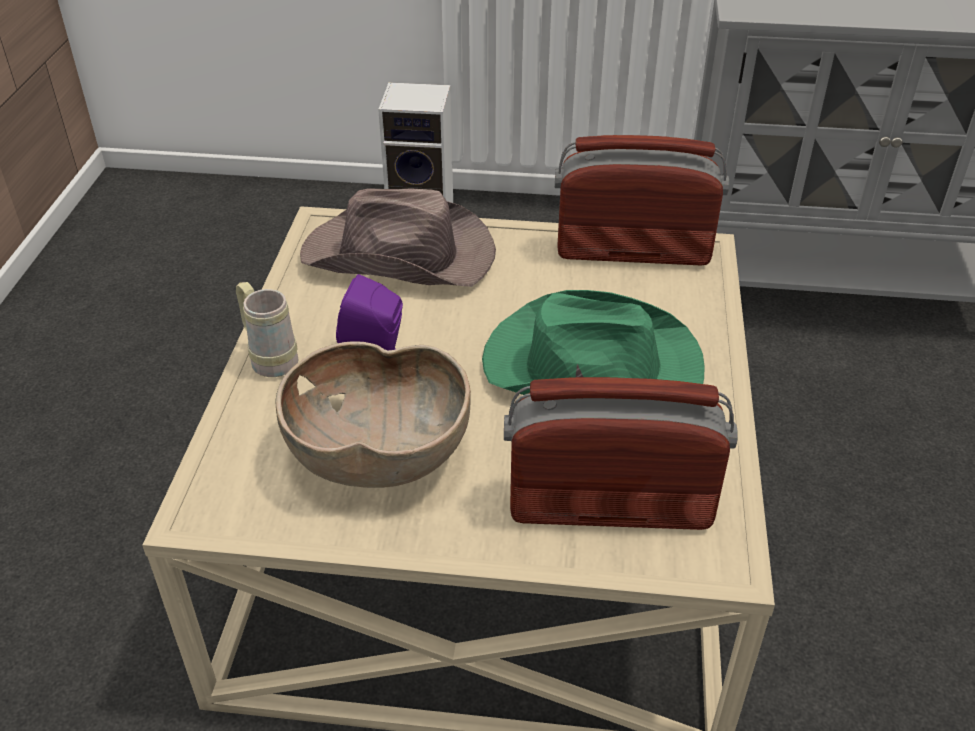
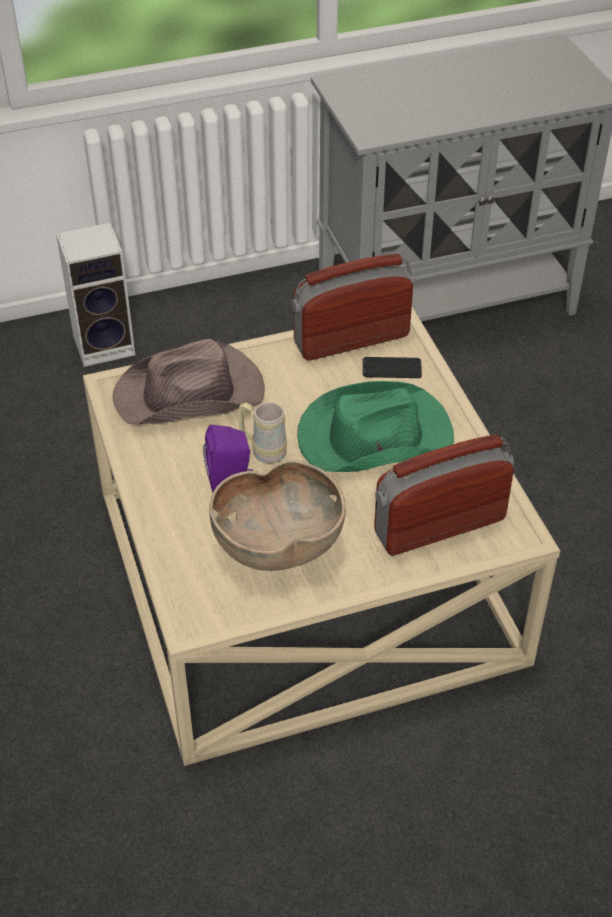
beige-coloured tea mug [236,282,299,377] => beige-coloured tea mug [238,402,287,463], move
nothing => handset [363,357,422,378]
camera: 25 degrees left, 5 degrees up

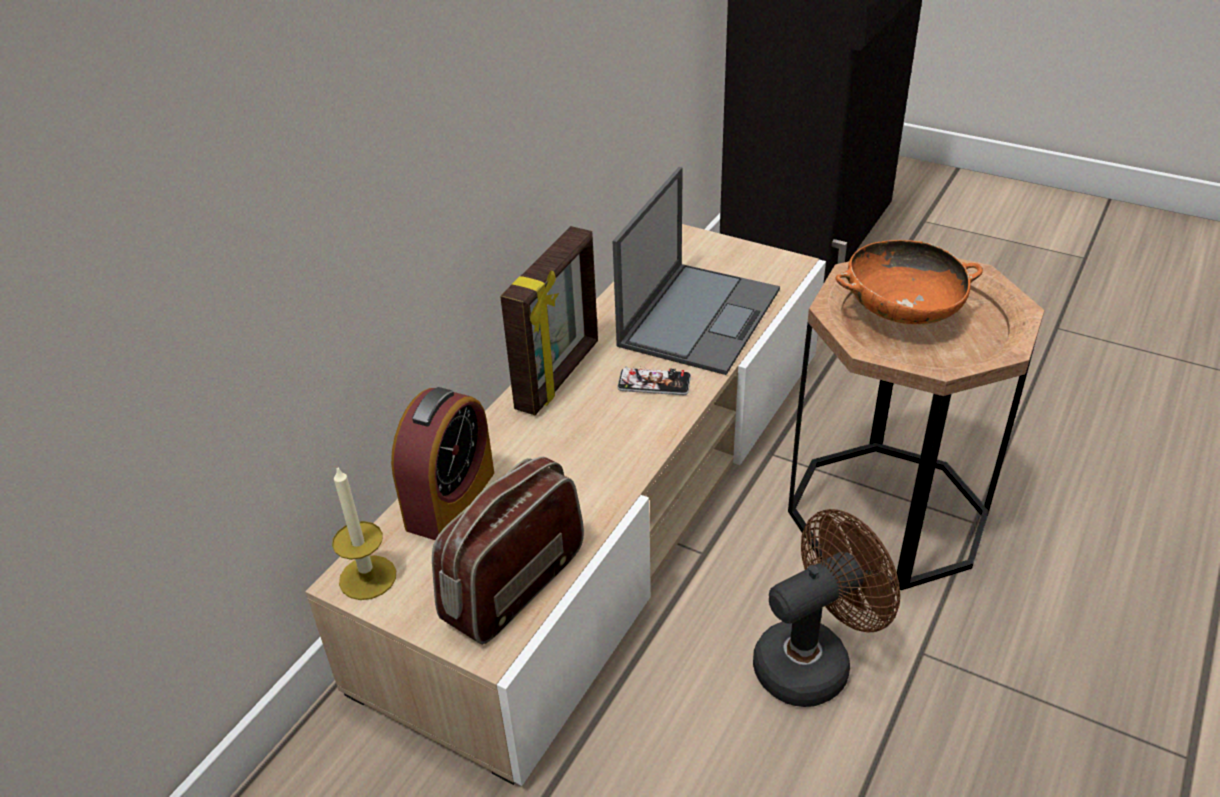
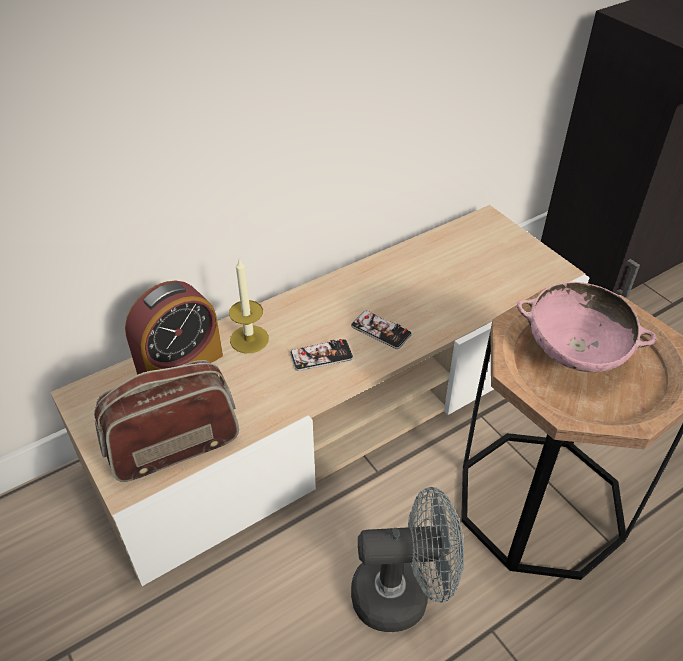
candle [332,466,396,600] => candle [229,258,269,353], move
nothing => handset [290,339,353,371]
brown-coloured electric fan [753,509,900,707] => grey electric fan [351,487,464,632]
orange serving bowl [836,240,983,324] => pinkish serving bowl [517,282,656,372]
picture frame [500,226,598,415] => nothing
portable computer [613,167,780,375] => nothing
camera: 25 degrees right, 5 degrees up

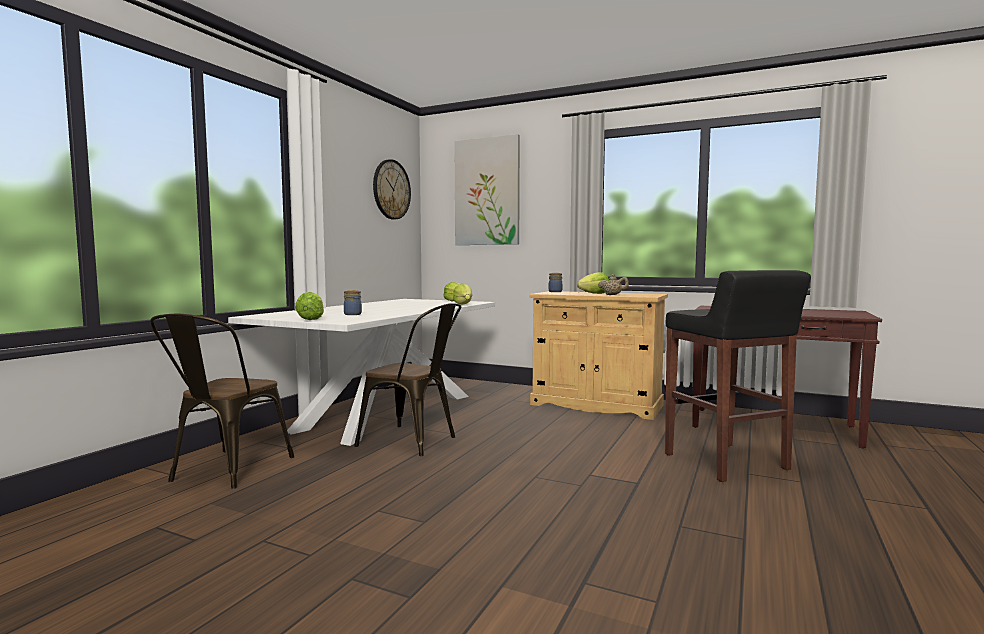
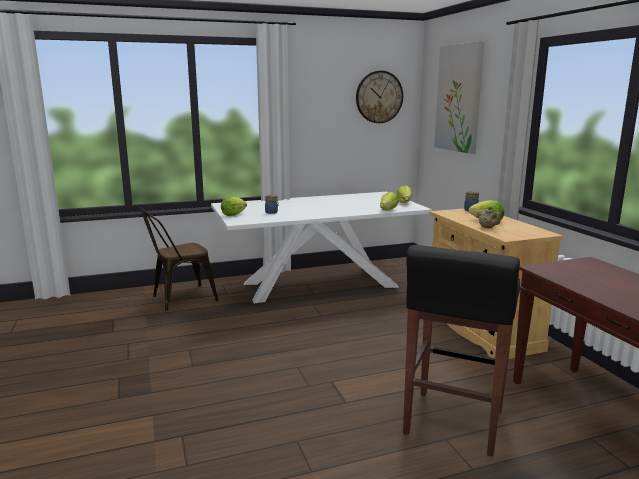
brown-coloured chair [354,303,461,456] => nothing
camera: 45 degrees right, 10 degrees up

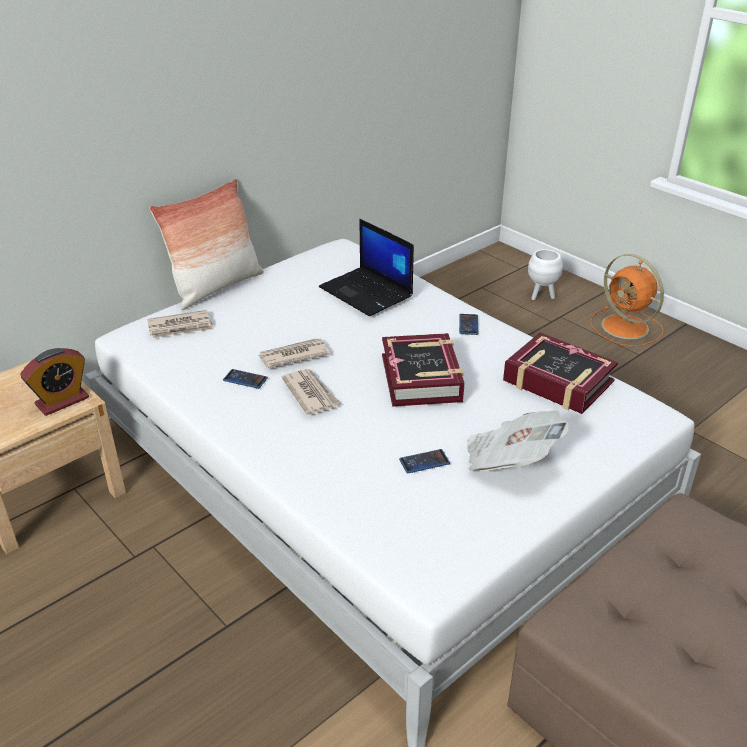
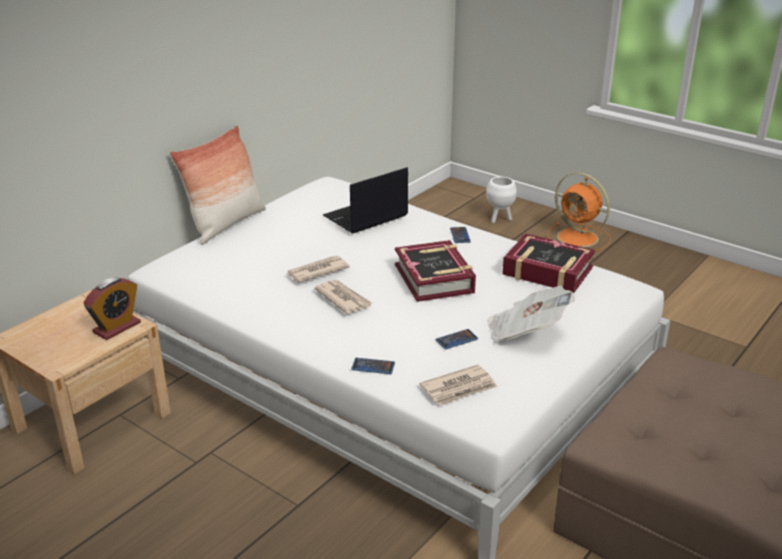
portable computer [319,219,414,316] => portable computer [323,167,408,234], 105 degrees clockwise
handset [223,369,268,389] => handset [351,358,395,374], move
printed paper [147,310,214,338] => printed paper [420,365,498,406], move
camera: 10 degrees left, 5 degrees down

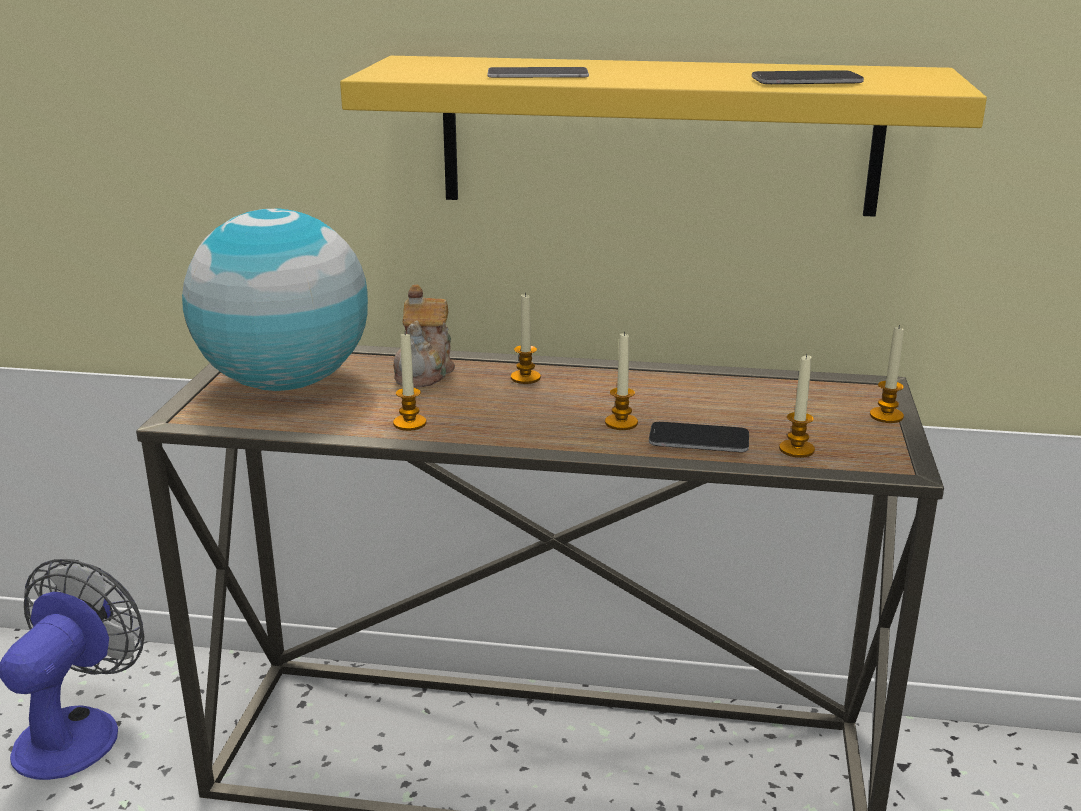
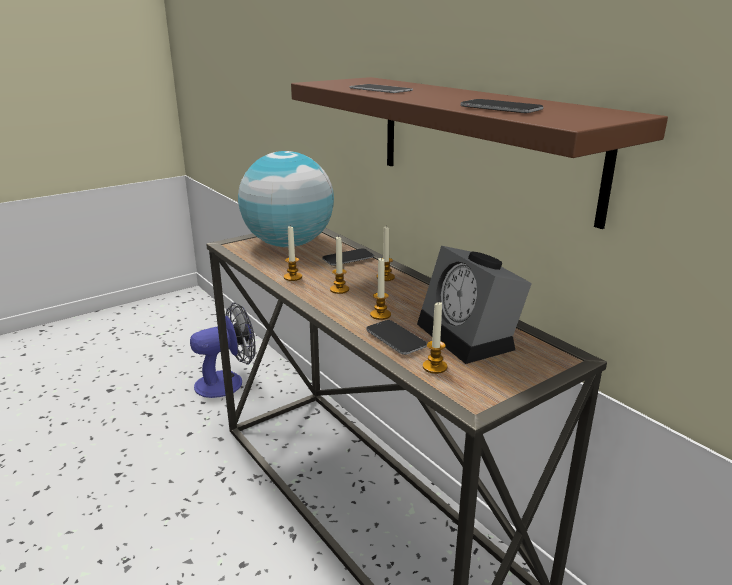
yellow-coloured bracket shelf [340,56,987,217] => brown-coloured bracket shelf [291,77,668,229]
pot for tea [393,285,455,387] => handset [322,248,374,266]
candle [870,325,904,423] => candle [330,237,349,294], move
nothing => alarm clock [417,246,532,364]
camera: 45 degrees right, 0 degrees up

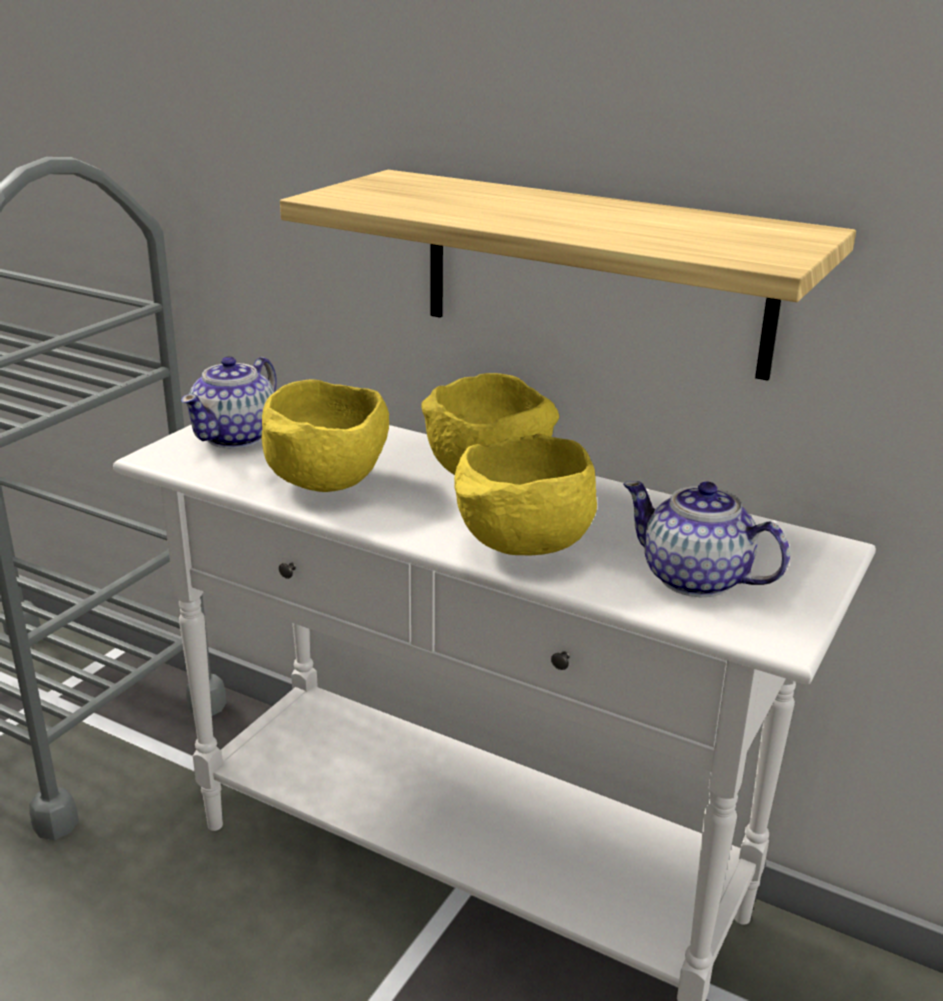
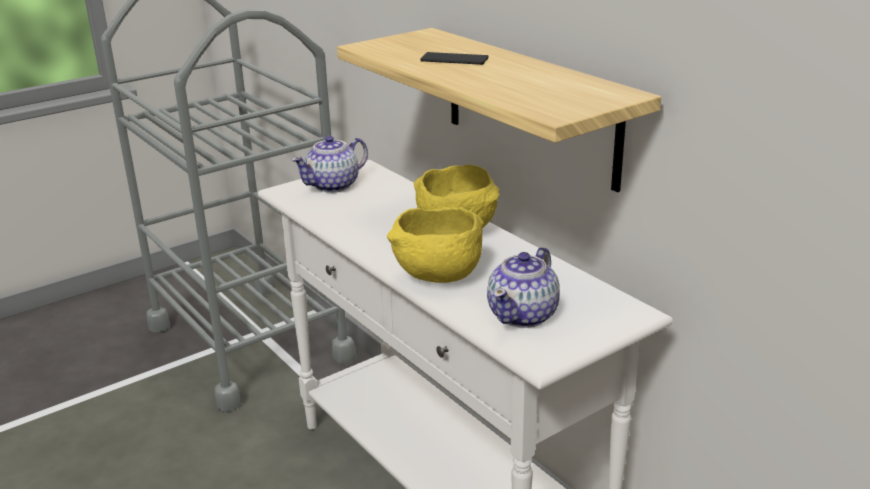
nothing => handset [421,52,488,65]
pot for tea [623,481,790,597] => pot for tea [487,247,560,328], 120 degrees counterclockwise
yellow-coloured serving bowl [262,379,389,492] => nothing
camera: 25 degrees right, 0 degrees up

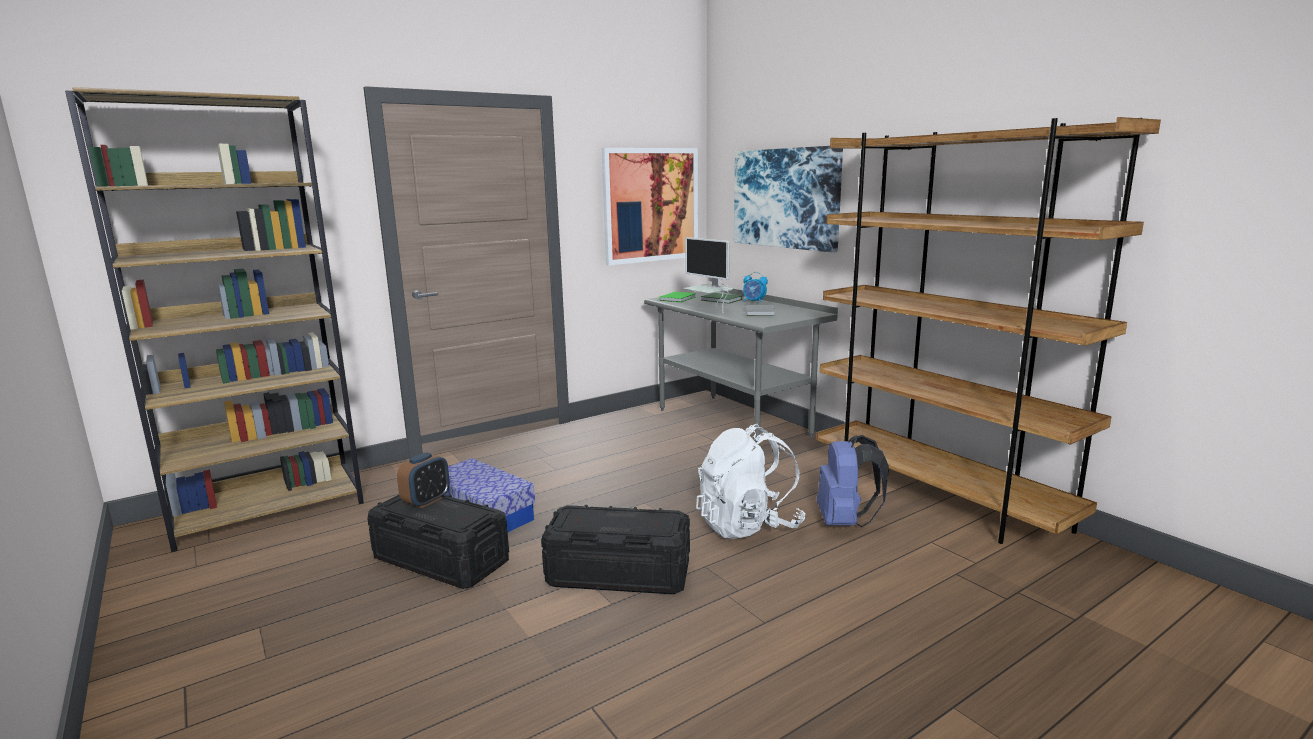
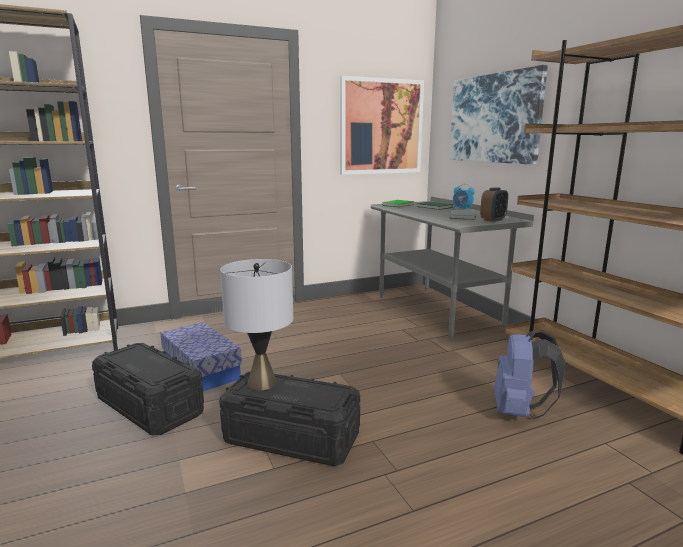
nothing => grey tabletop lamp [220,259,293,391]
alarm clock [397,452,450,508] => alarm clock [480,187,508,222], move
monitor [684,237,733,313] => nothing
white-coloured rucksack [696,424,805,539] => nothing
camera: 10 degrees right, 0 degrees up

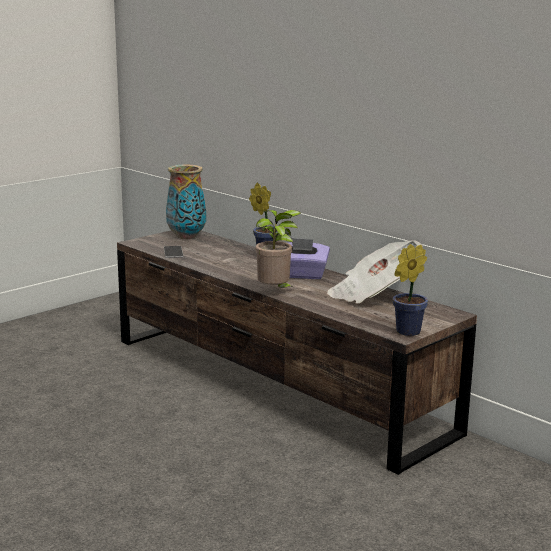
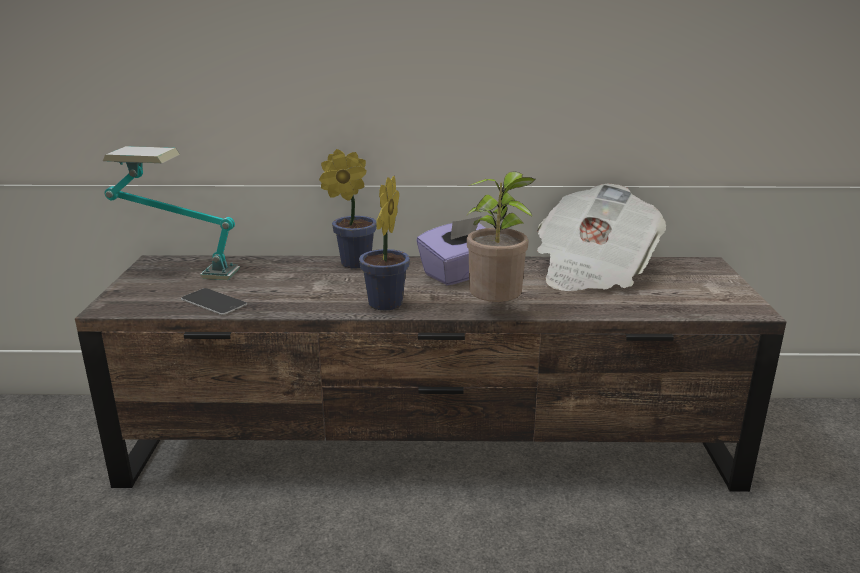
decorative vase [166,165,206,239] => tabletop lamp [103,146,240,280]
potted plant [392,244,428,336] => potted plant [359,176,410,310], move
camera: 45 degrees left, 5 degrees up

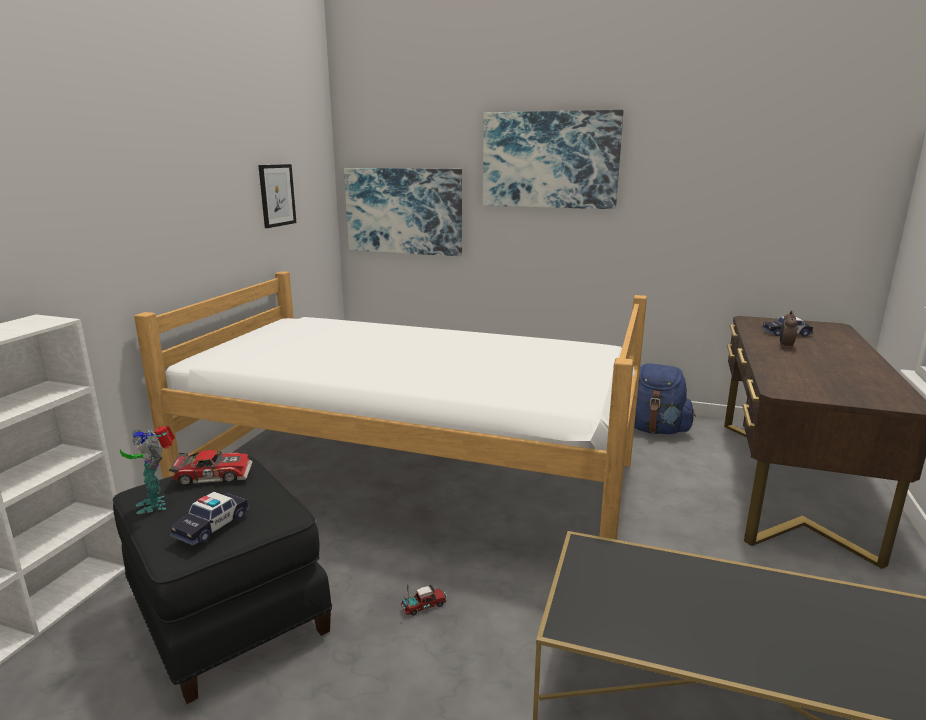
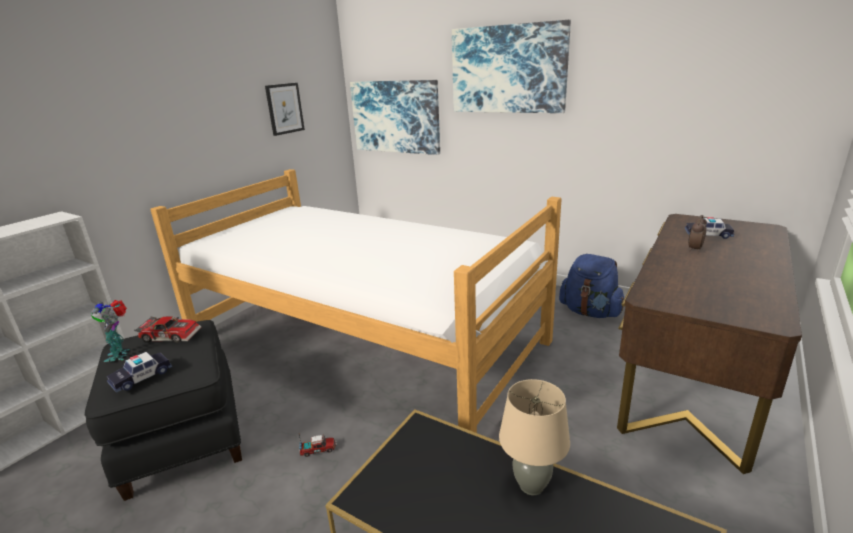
nothing => beige-coloured tabletop lamp [499,379,570,495]
camera: 15 degrees right, 5 degrees up

